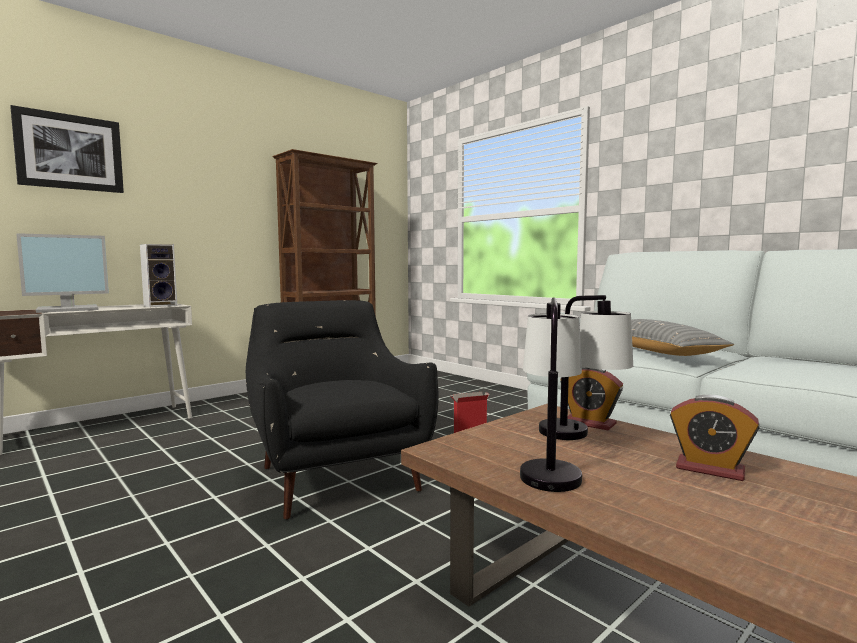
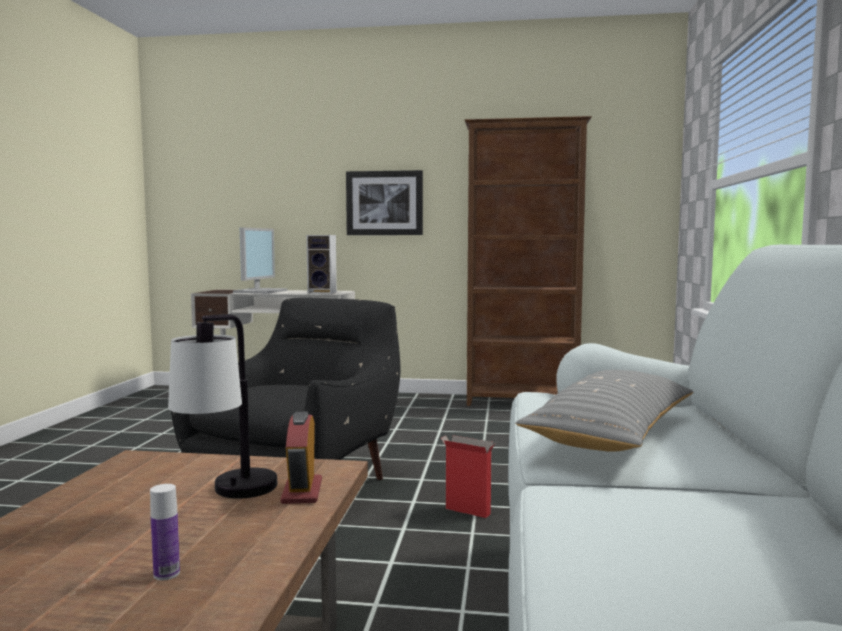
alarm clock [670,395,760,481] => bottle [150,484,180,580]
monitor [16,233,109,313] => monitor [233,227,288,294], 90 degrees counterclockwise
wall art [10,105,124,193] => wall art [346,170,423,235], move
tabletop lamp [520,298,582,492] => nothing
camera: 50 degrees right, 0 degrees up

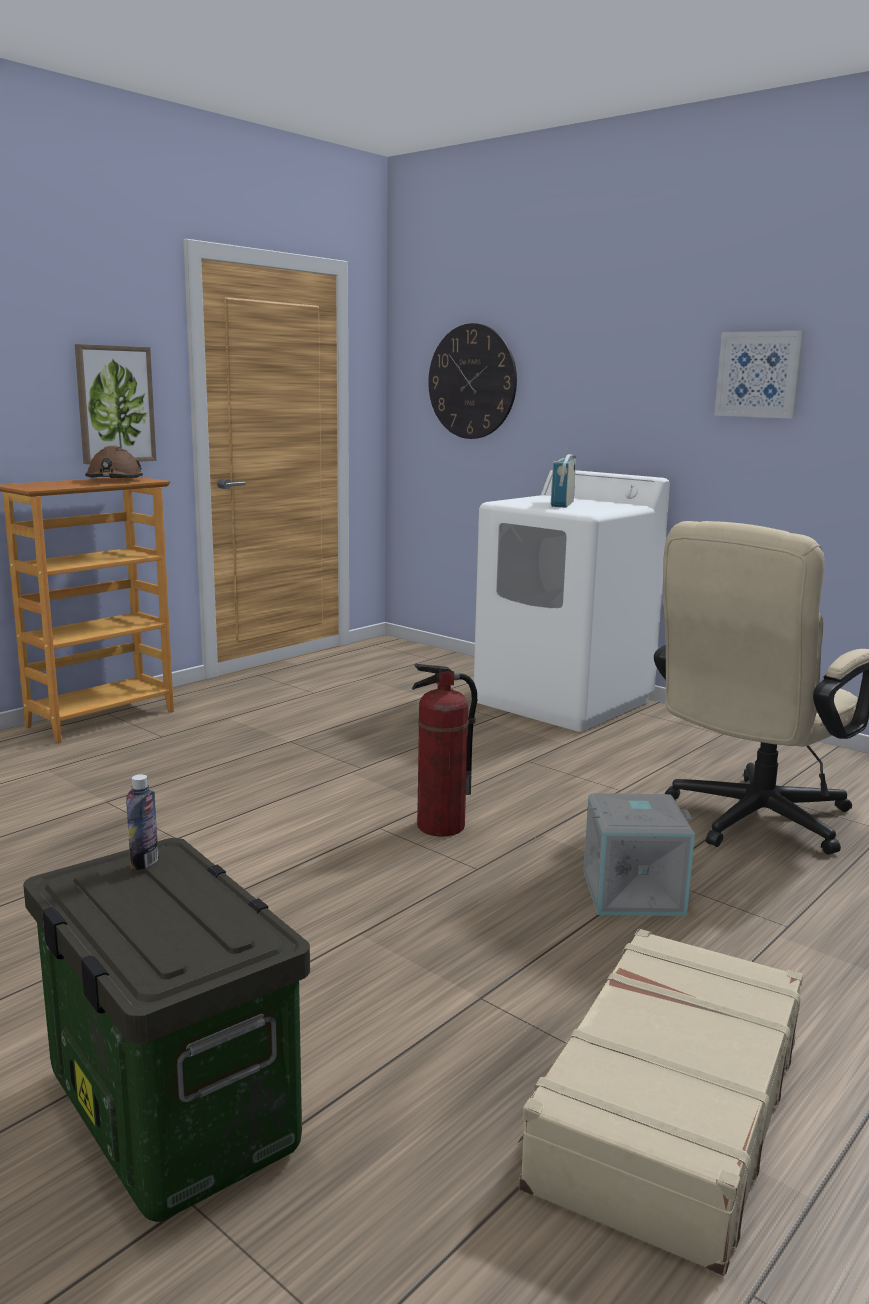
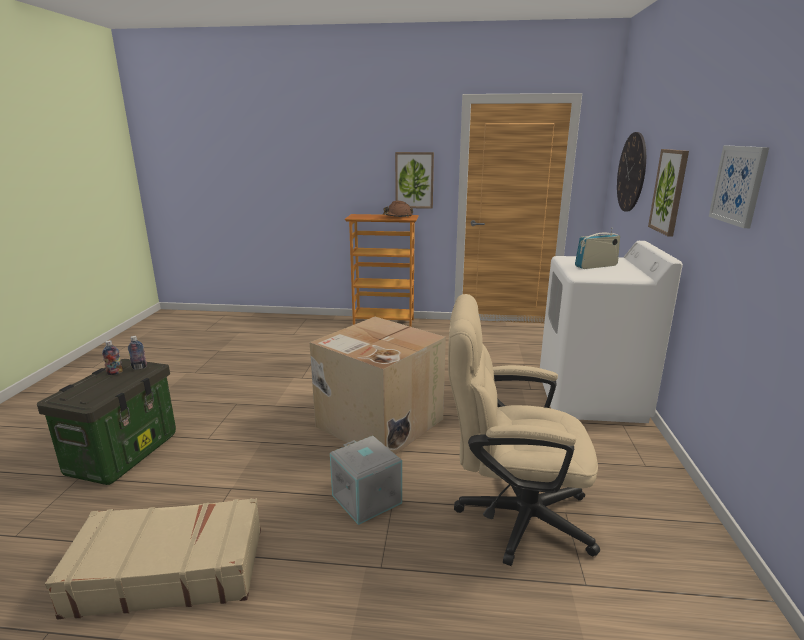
nothing => bottle [102,340,123,375]
extinguisher [412,664,477,837] => cardboard box [310,317,446,454]
nothing => wall art [648,149,689,237]
camera: 55 degrees right, 5 degrees up

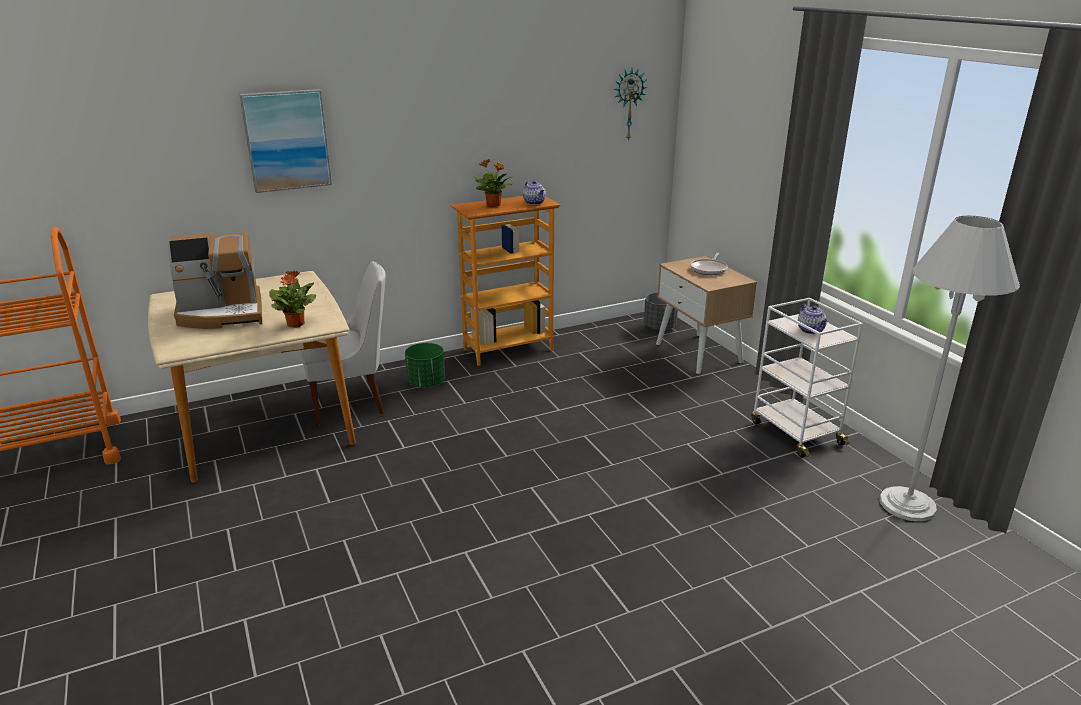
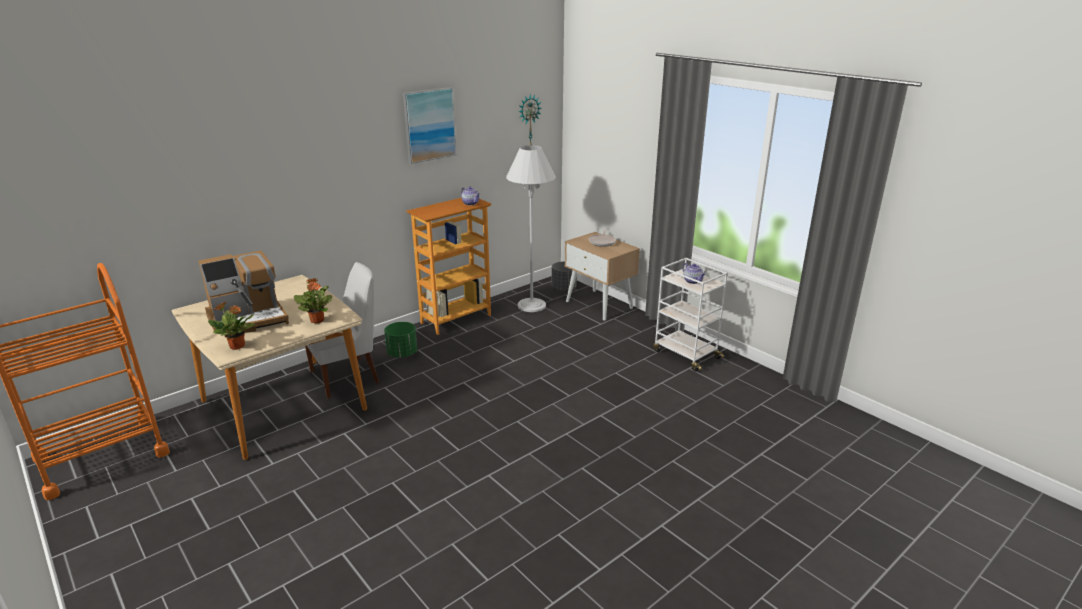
potted plant [472,159,513,207] => potted plant [208,302,255,350], move
wall art [239,89,332,193] => wall art [403,87,457,164], move
white-coloured standard lamp [879,216,1020,522] => white-coloured standard lamp [506,145,556,312], move
camera: 15 degrees left, 0 degrees up

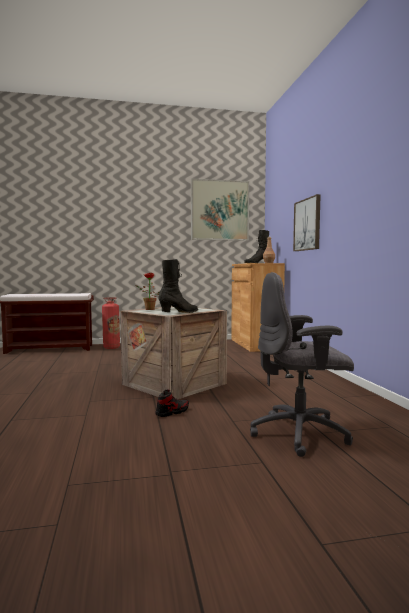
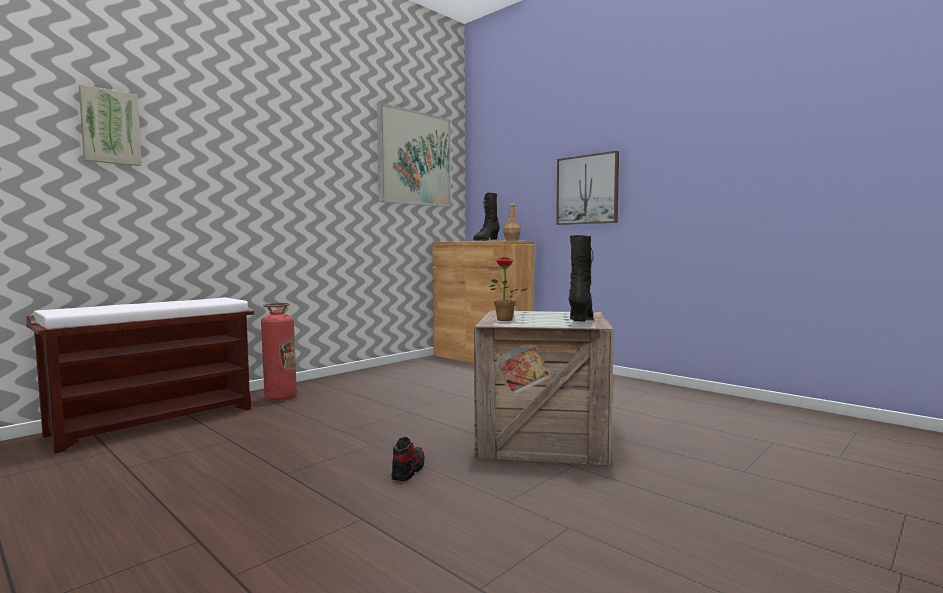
nothing => wall art [79,84,142,166]
item of footwear [155,389,189,417] => item of footwear [391,437,424,481], move
grey computer chair [250,272,354,457] => nothing
camera: 35 degrees left, 0 degrees up

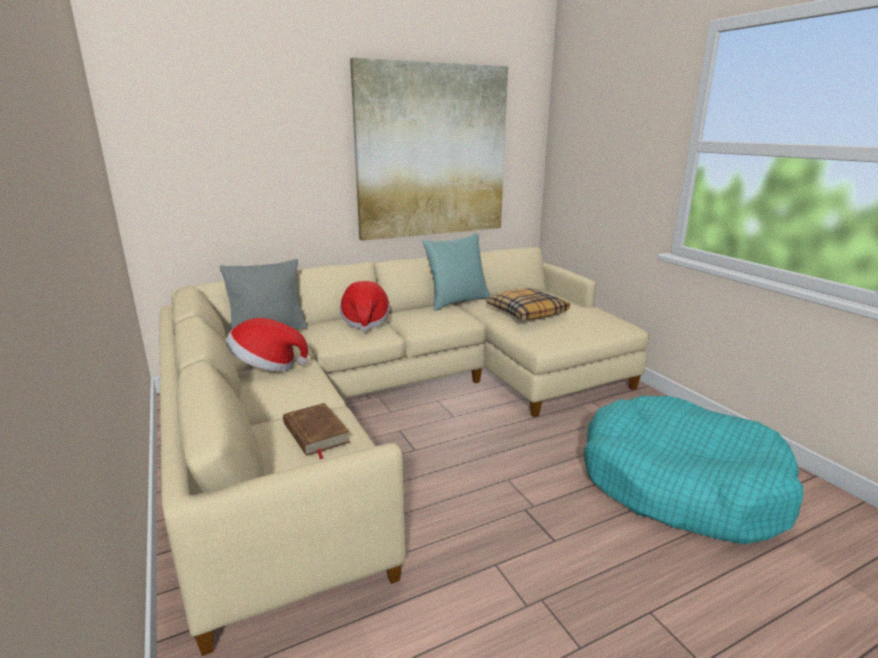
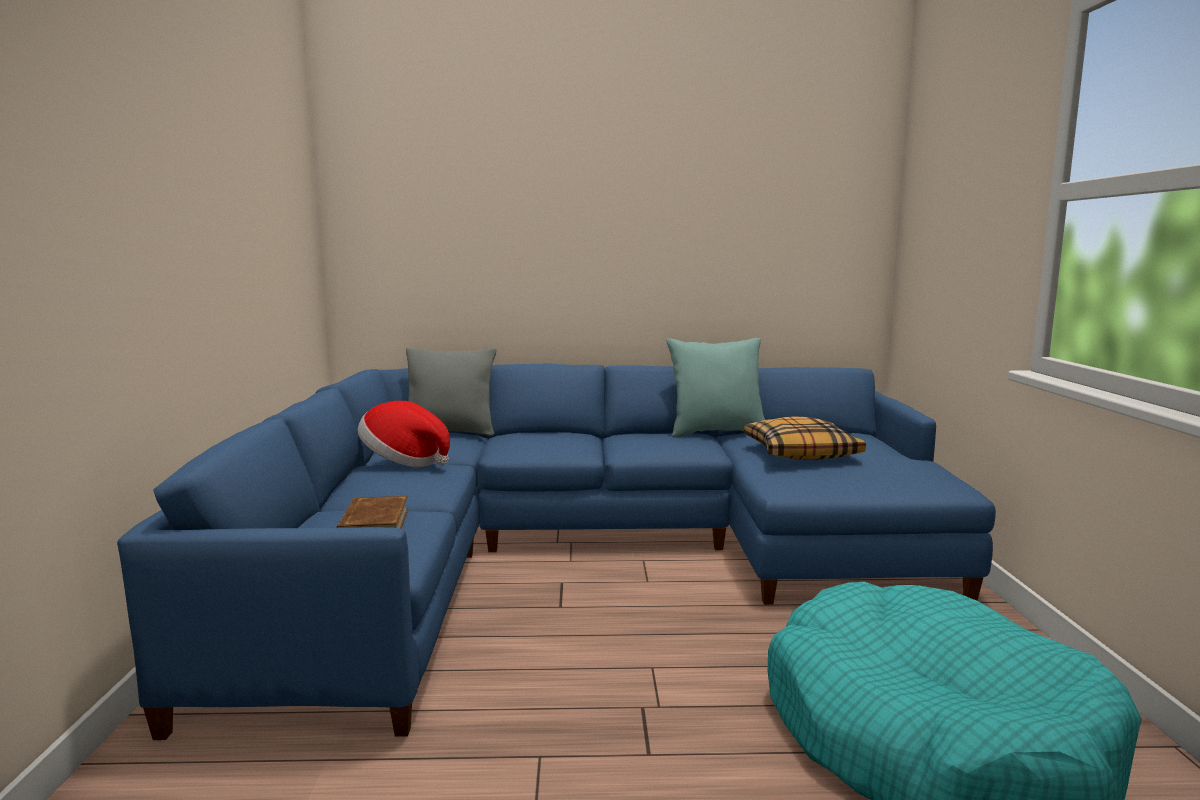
beige-coloured settee [159,247,649,656] => blue settee [117,364,996,740]
hat [340,281,390,332] => nothing
wall art [350,58,508,241] => nothing
camera: 25 degrees right, 10 degrees down

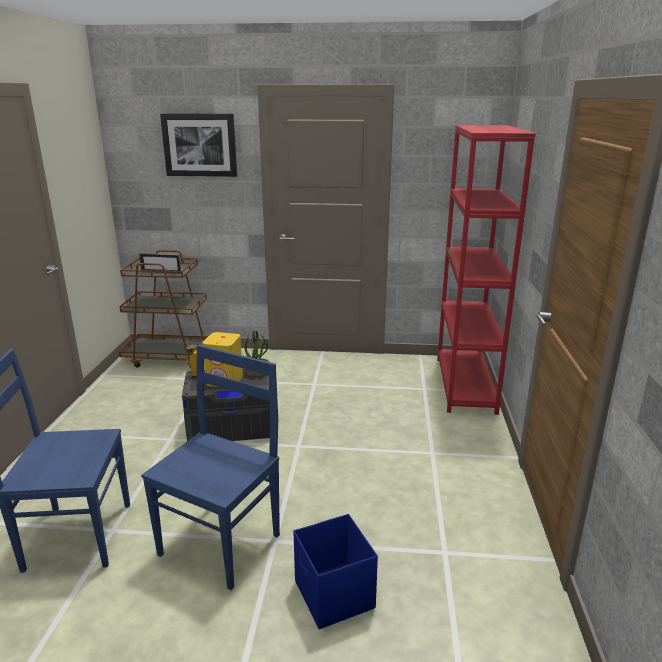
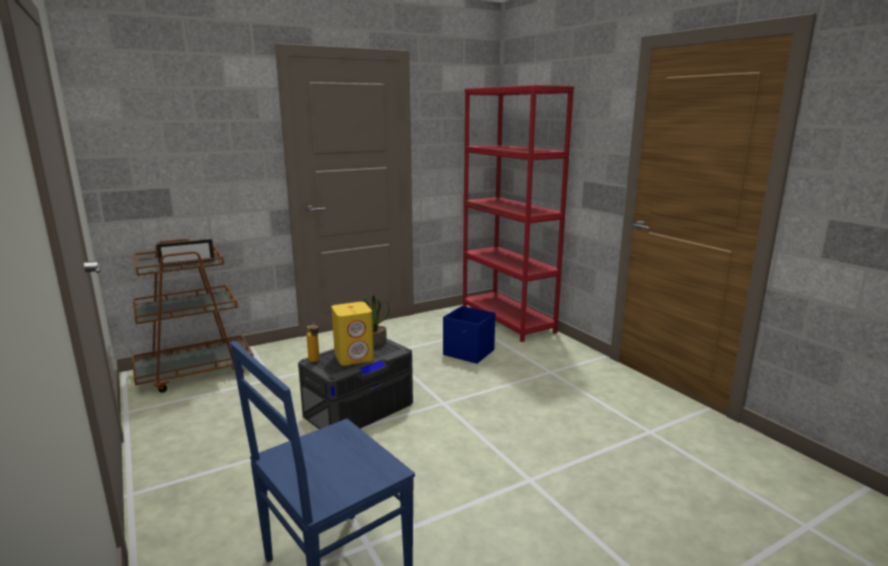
blue storage box [293,514,378,629] => blue storage box [443,306,495,364], move
blue chair [141,345,280,590] => nothing
wall art [160,114,237,177] => nothing
camera: 35 degrees left, 5 degrees down

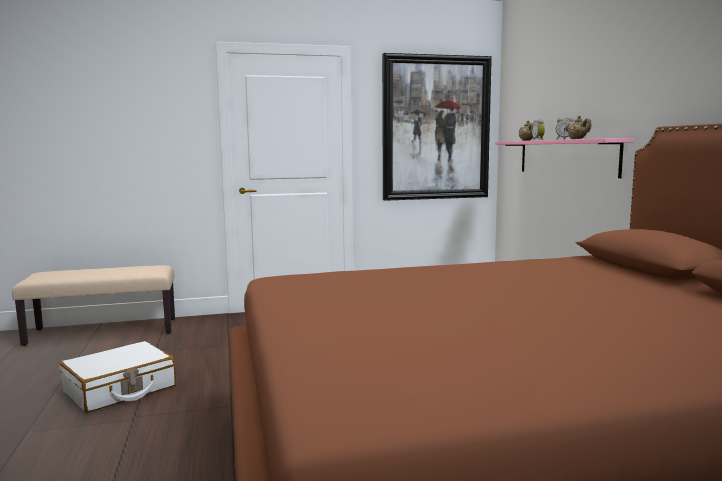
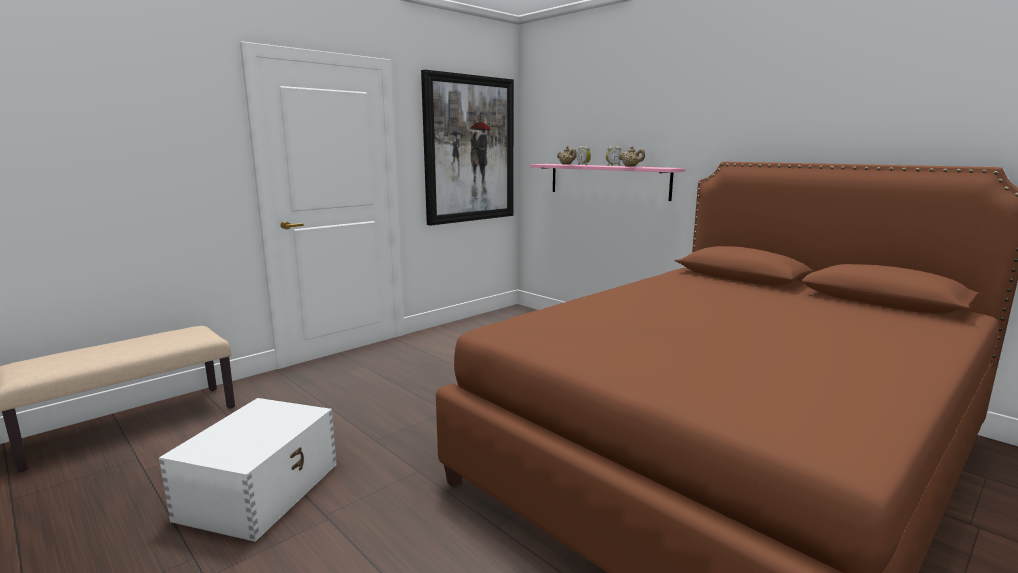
white-coloured travel case [60,341,176,413] => white-coloured storage box [159,398,337,542]
camera: 30 degrees left, 5 degrees up

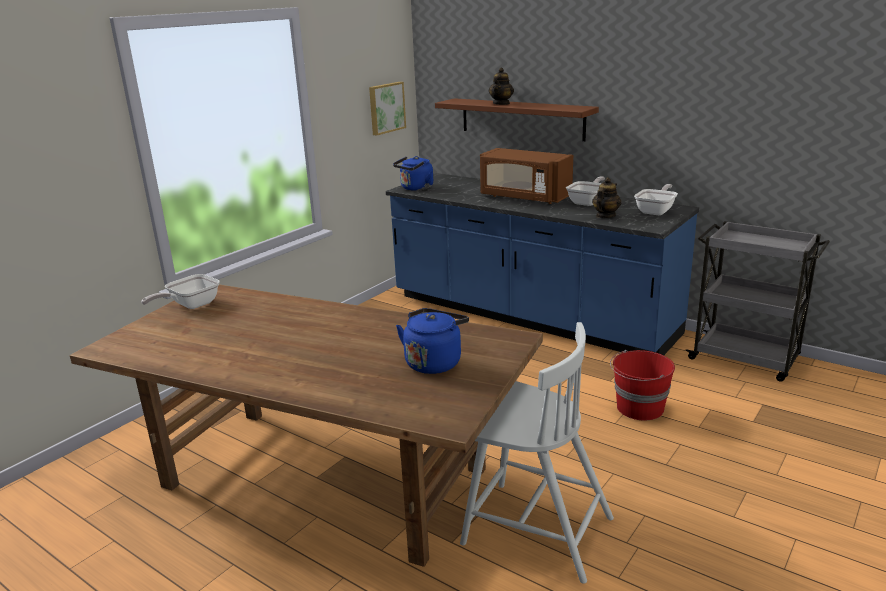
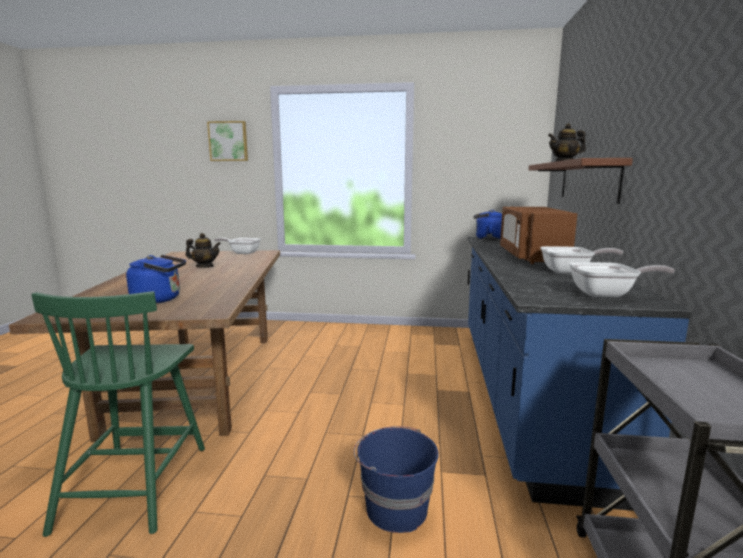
white-coloured chair [460,322,614,583] => greenish chair [32,291,205,537]
pot for tea [592,177,621,218] => pot for tea [186,233,221,268], move
wall art [369,82,406,135] => wall art [207,121,248,161], move
reddish water bucket [610,350,675,420] => blue water bucket [354,426,439,533]
camera: 60 degrees right, 10 degrees down

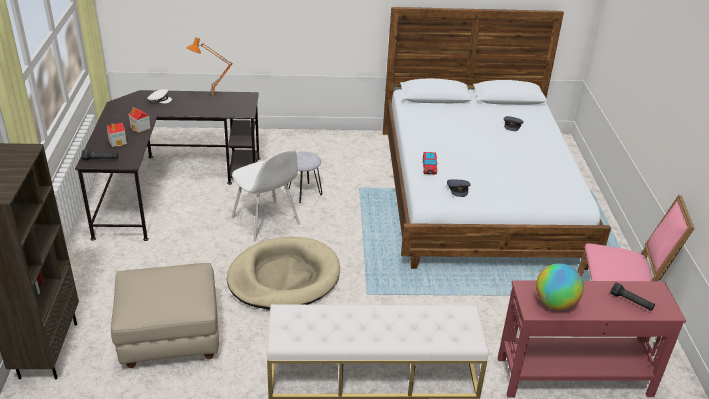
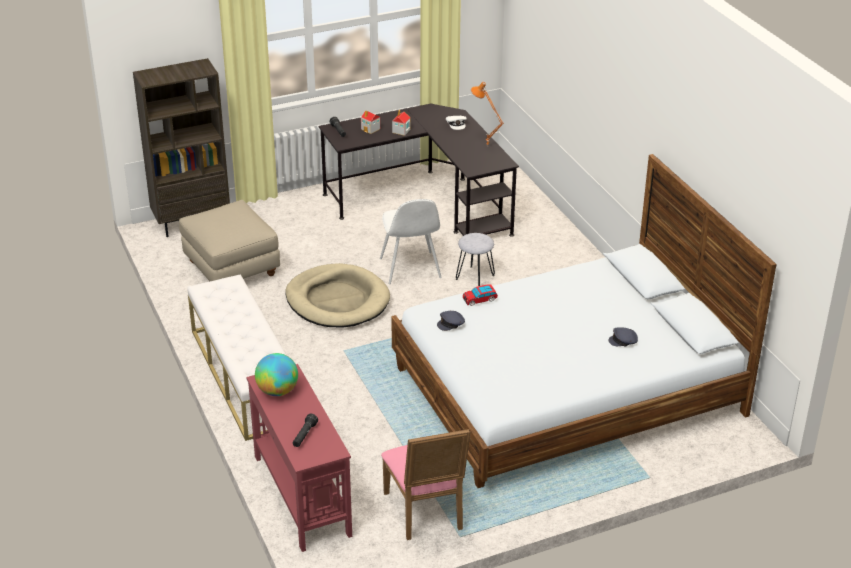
white-coloured chair [232,149,300,241] => white-coloured chair [380,199,442,284], 45 degrees counterclockwise
camera: 70 degrees right, 0 degrees up

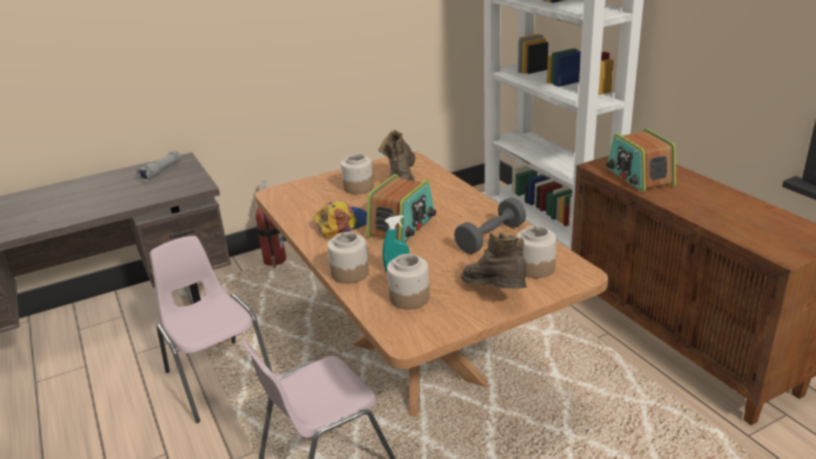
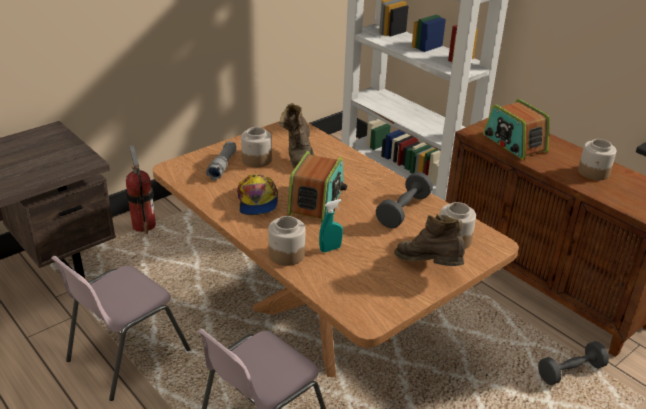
pinkish chair [150,236,273,423] => pinkish chair [51,256,191,401], 90 degrees counterclockwise
grey hand torch [136,151,181,182] => grey hand torch [206,141,237,180], move
peaked cap [314,202,367,238] => peaked cap [237,174,278,215], 135 degrees clockwise
nothing => grey free weight [538,341,609,385]
storage jar [387,254,430,309] => storage jar [578,139,616,180], move
camera: 15 degrees left, 5 degrees up

